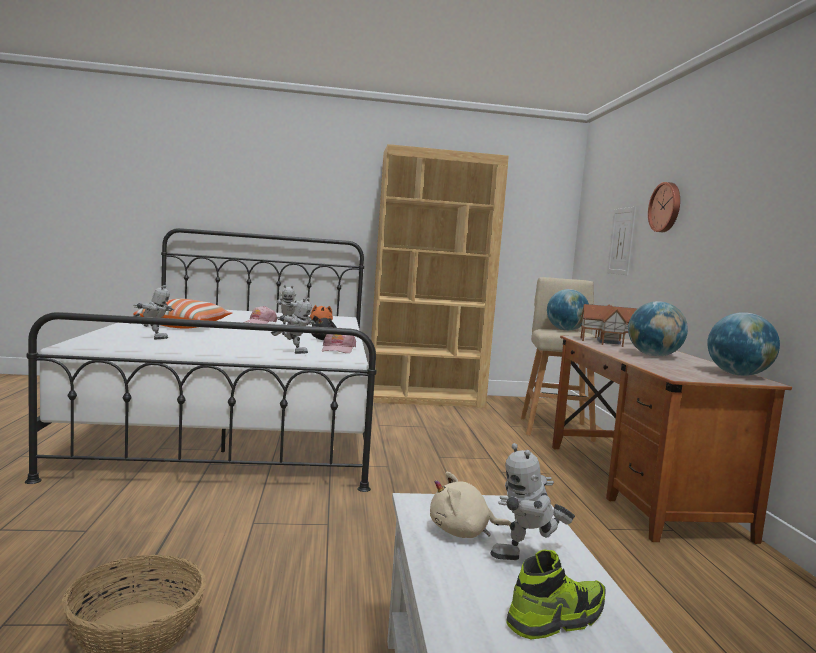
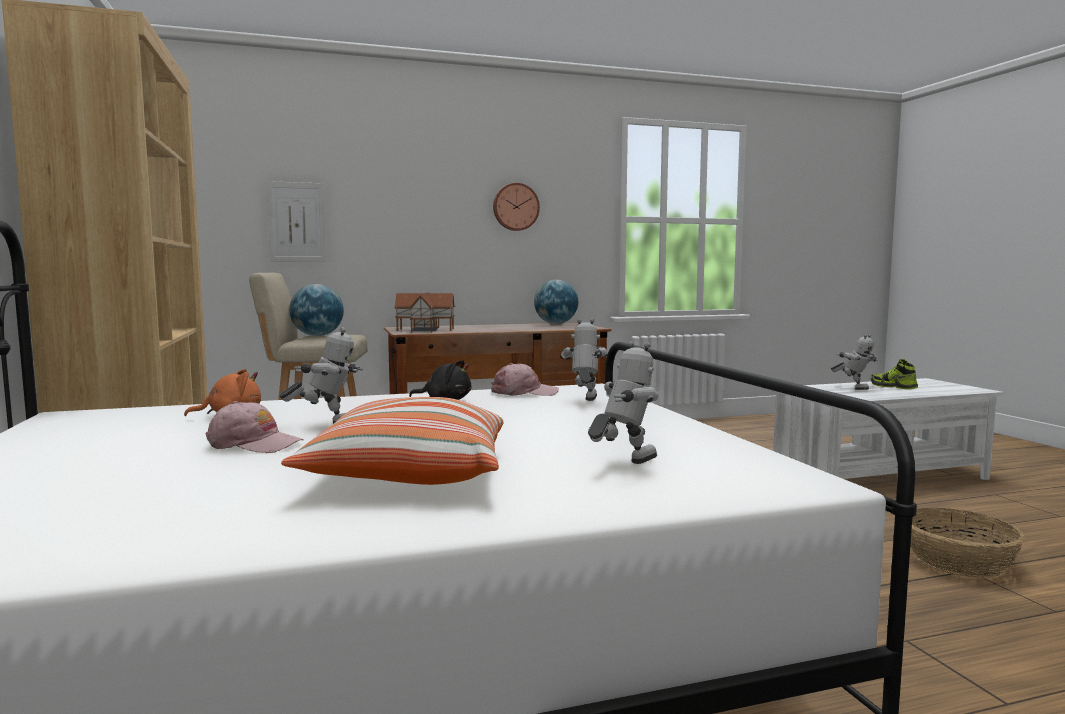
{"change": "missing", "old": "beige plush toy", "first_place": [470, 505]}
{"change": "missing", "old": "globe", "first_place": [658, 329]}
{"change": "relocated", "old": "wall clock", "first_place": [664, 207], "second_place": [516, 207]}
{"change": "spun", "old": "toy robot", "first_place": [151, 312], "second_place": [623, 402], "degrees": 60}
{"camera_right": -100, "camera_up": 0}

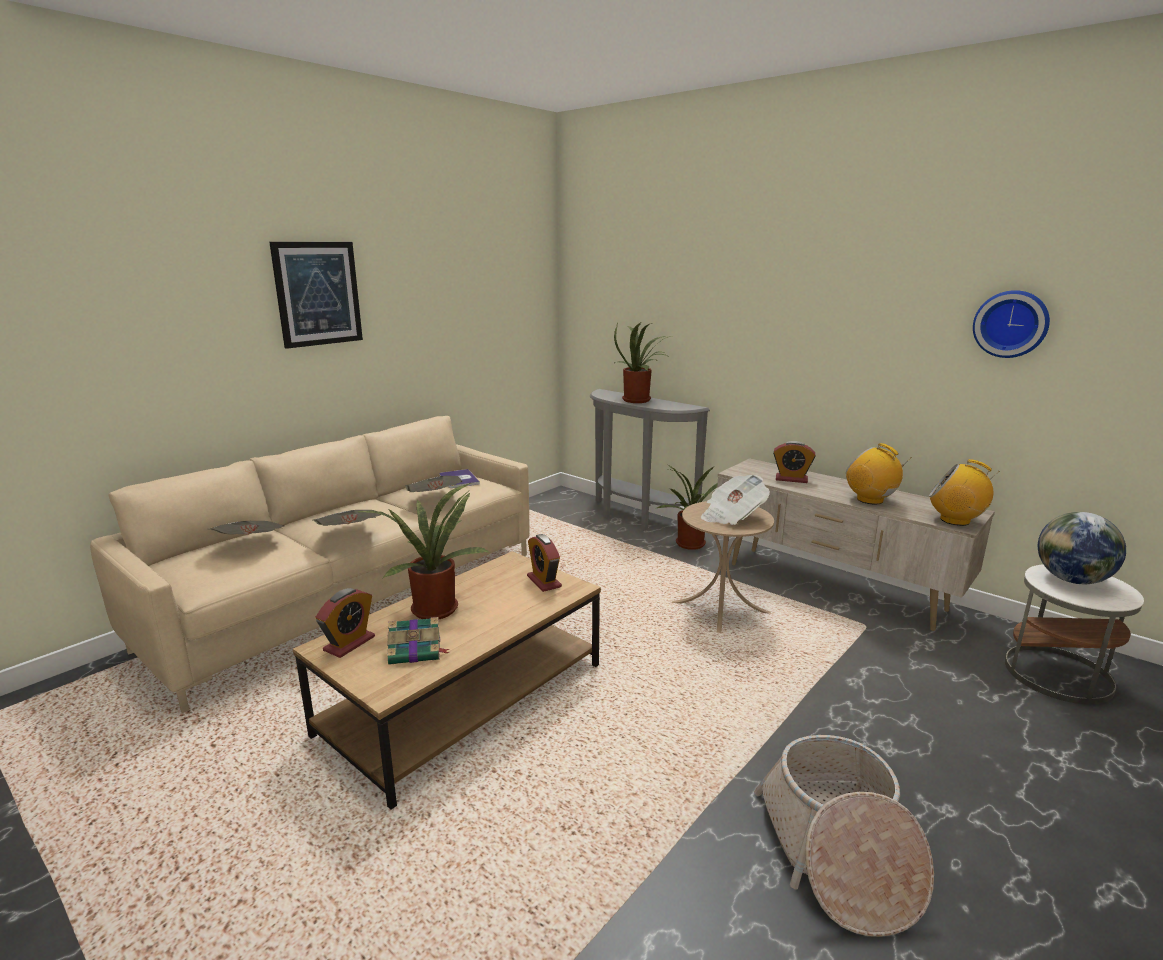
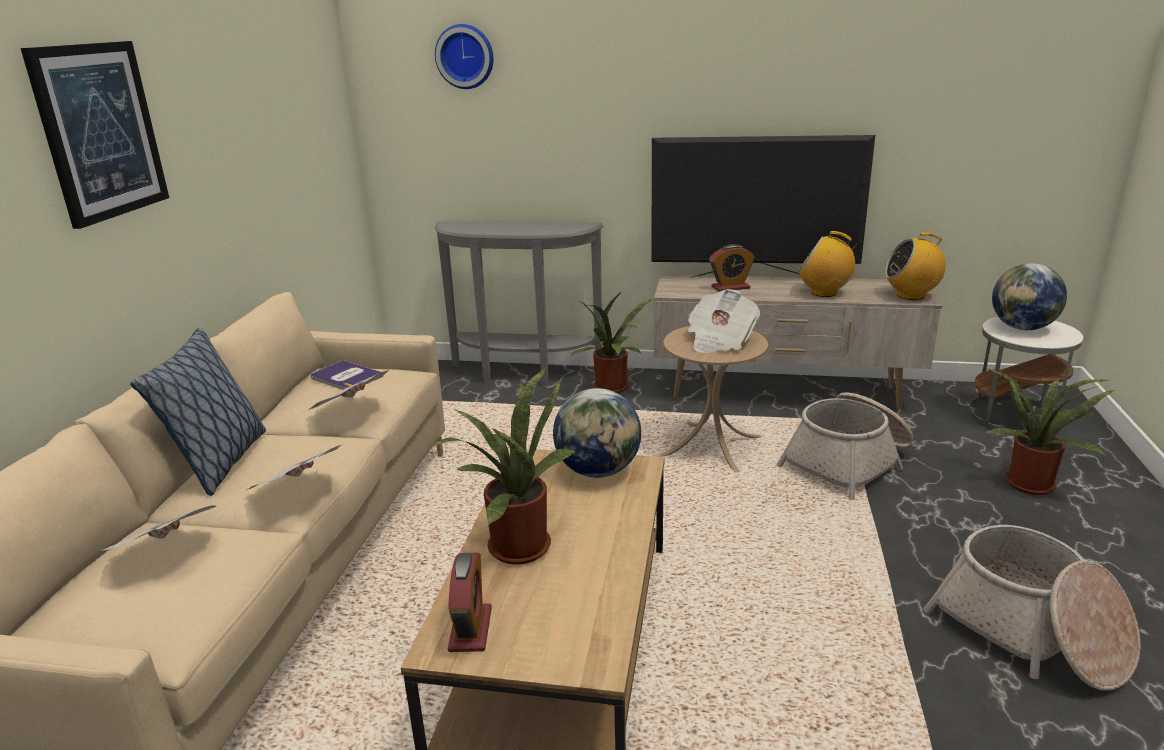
{"change": "missing", "old": "book", "first_place": [418, 641]}
{"change": "appeared", "new": "pillow", "second_place": [198, 412]}
{"change": "appeared", "new": "television", "second_place": [763, 206]}
{"change": "appeared", "new": "basket", "second_place": [845, 446]}
{"change": "relocated", "old": "potted plant", "first_place": [642, 362], "second_place": [1050, 431]}
{"change": "relocated", "old": "wall clock", "first_place": [1011, 324], "second_place": [464, 56]}
{"change": "exchanged", "old": "alarm clock", "new": "globe", "first_place": [544, 563], "second_place": [597, 433]}
{"camera_right": -30, "camera_up": 5}

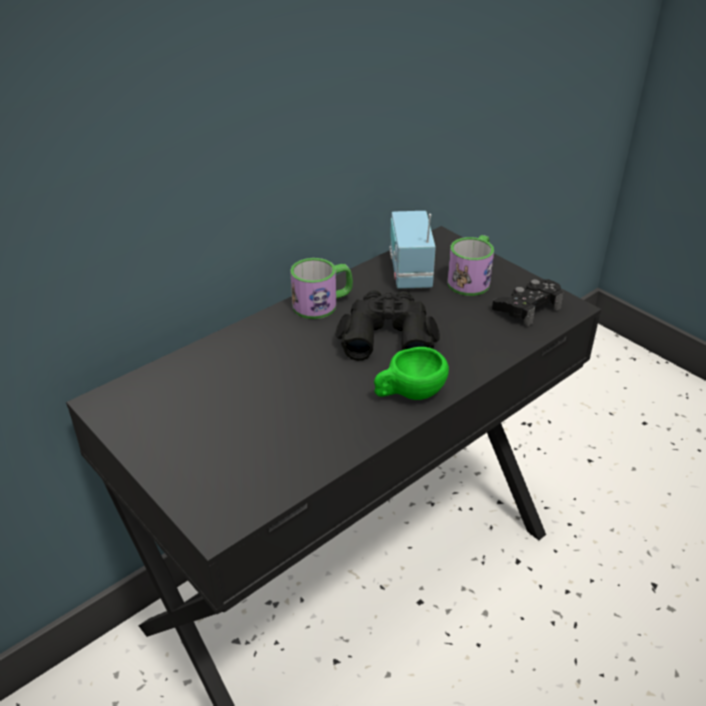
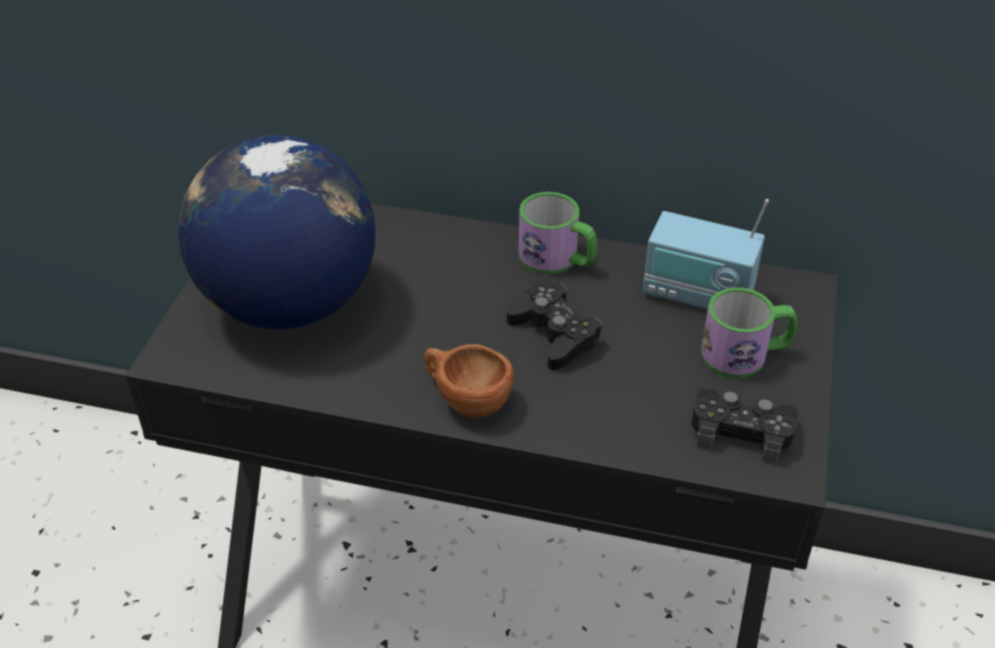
{"change": "appeared", "new": "globe", "second_place": [276, 232]}
{"change": "exchanged", "old": "black binoculars", "new": "black game controller", "first_place": [388, 325], "second_place": [554, 326]}
{"change": "colour", "old": "green cup", "new": "brown cup", "first_place": [411, 373], "second_place": [469, 381]}
{"change": "spun", "old": "radio", "first_place": [412, 250], "second_place": [706, 254], "degrees": -120}
{"camera_right": 55, "camera_up": 5}

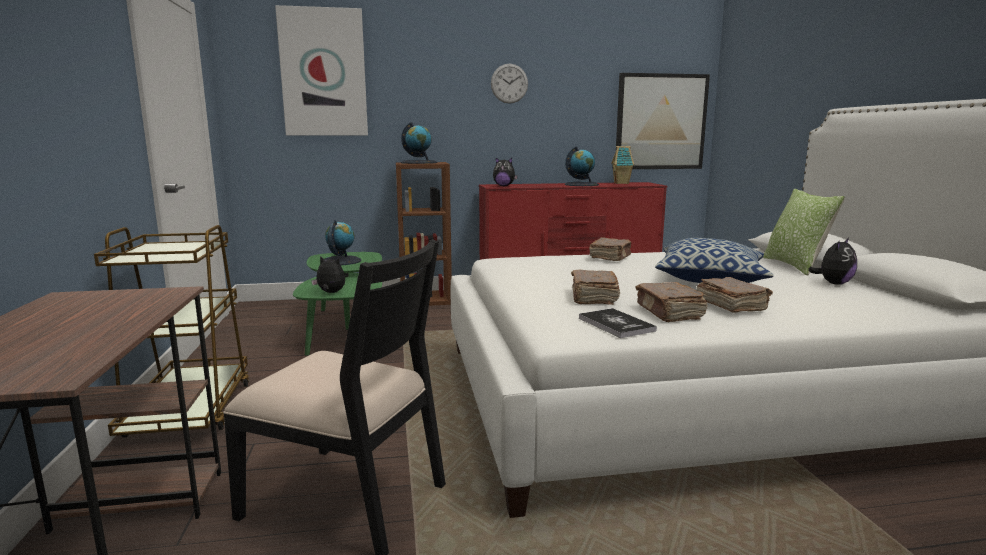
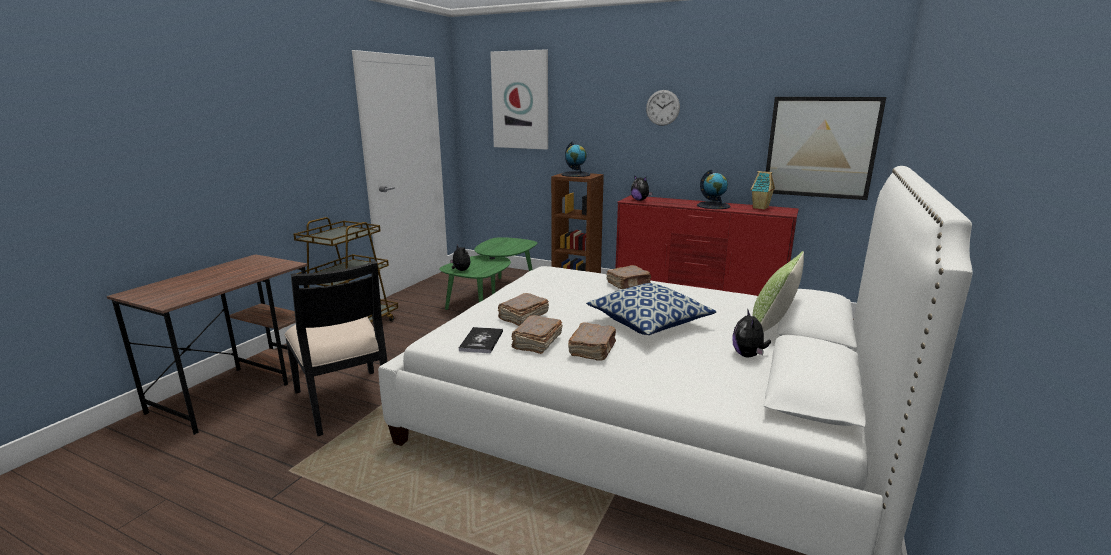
{"change": "missing", "old": "globe", "first_place": [342, 242]}
{"change": "spun", "old": "plush toy", "first_place": [832, 261], "second_place": [751, 333], "degrees": 105}
{"camera_right": 35, "camera_up": 5}

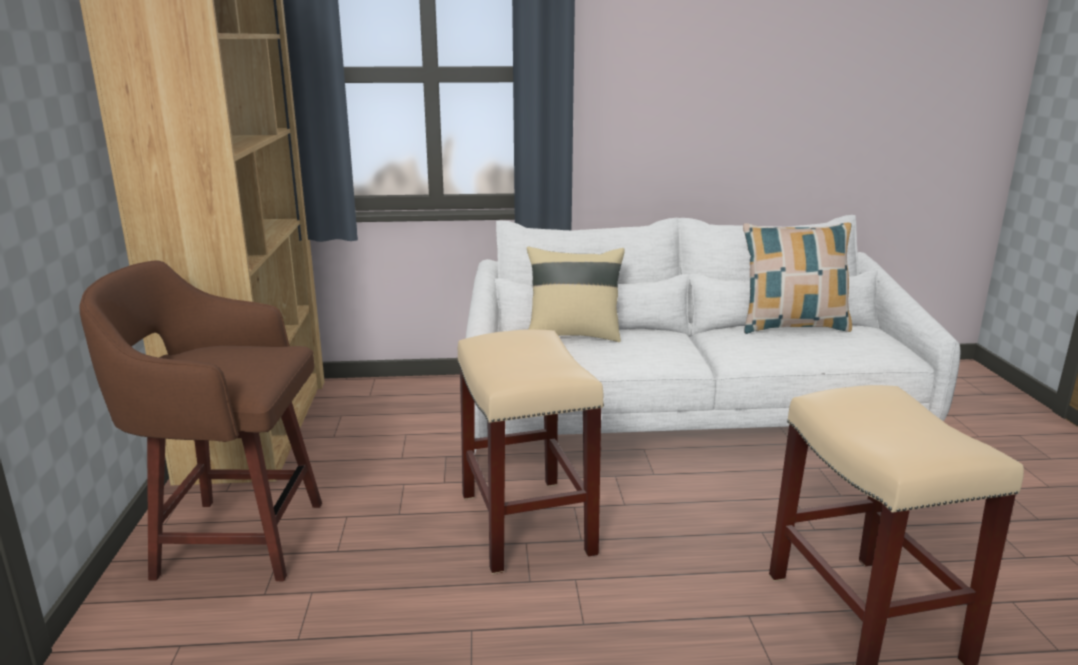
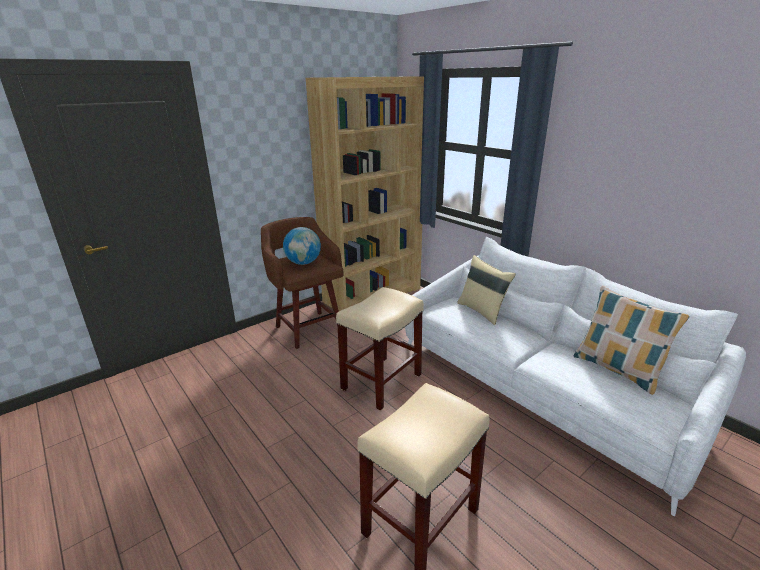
{"change": "appeared", "new": "globe", "second_place": [302, 246]}
{"camera_right": 55, "camera_up": 5}

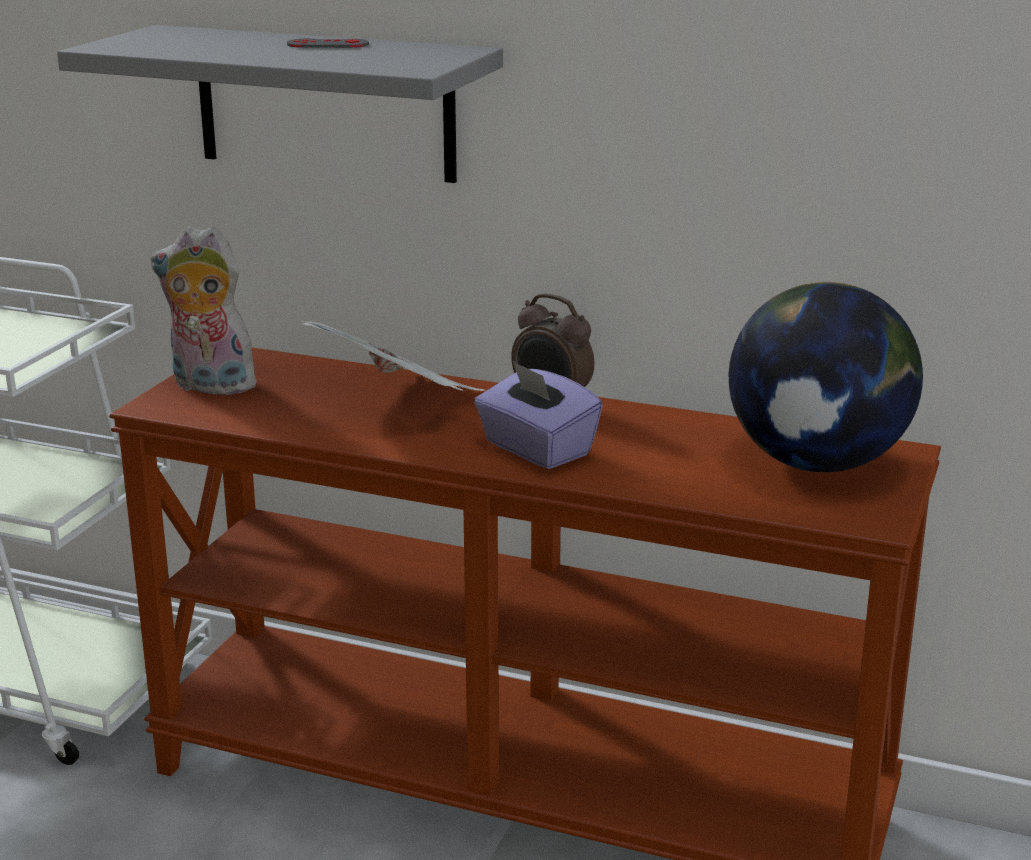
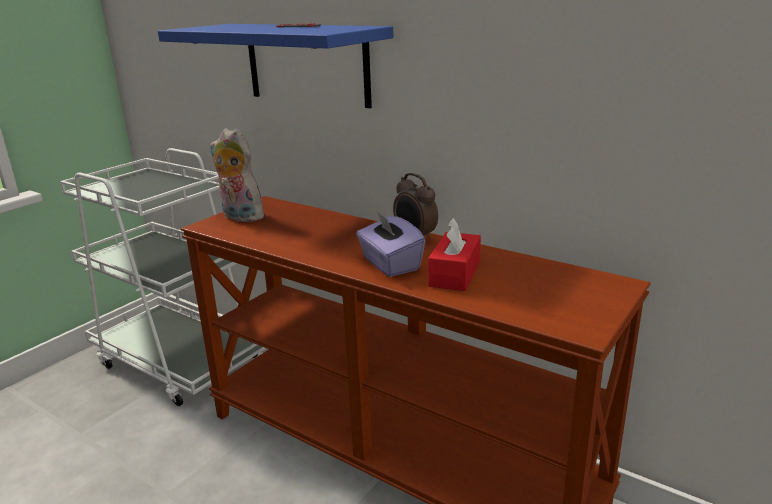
{"change": "missing", "old": "newspaper", "first_place": [391, 356]}
{"change": "missing", "old": "globe", "first_place": [826, 377]}
{"change": "appeared", "new": "red tissue box", "second_place": [454, 254]}
{"change": "colour", "old": "grey shelf", "new": "blue shelf", "first_place": [280, 104], "second_place": [275, 66]}
{"camera_right": 15, "camera_up": 0}

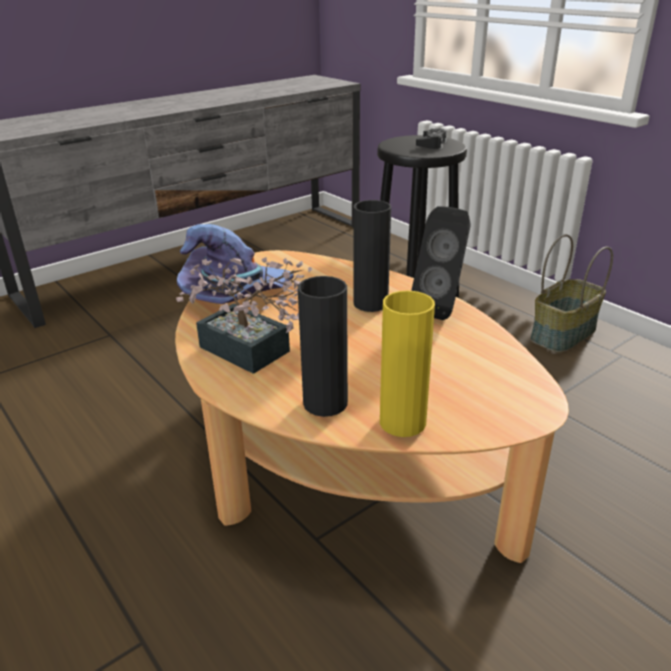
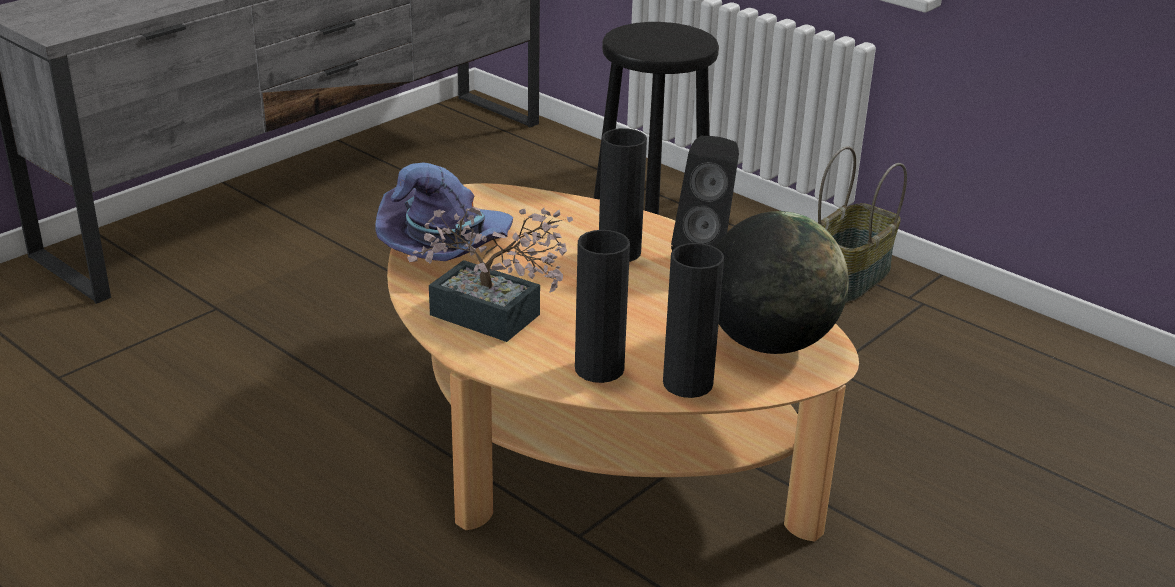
{"change": "missing", "old": "black game controller", "first_place": [431, 138]}
{"change": "appeared", "new": "globe", "second_place": [782, 282]}
{"change": "colour", "old": "yellow vase", "new": "black vase", "first_place": [407, 364], "second_place": [693, 320]}
{"camera_right": -10, "camera_up": 0}

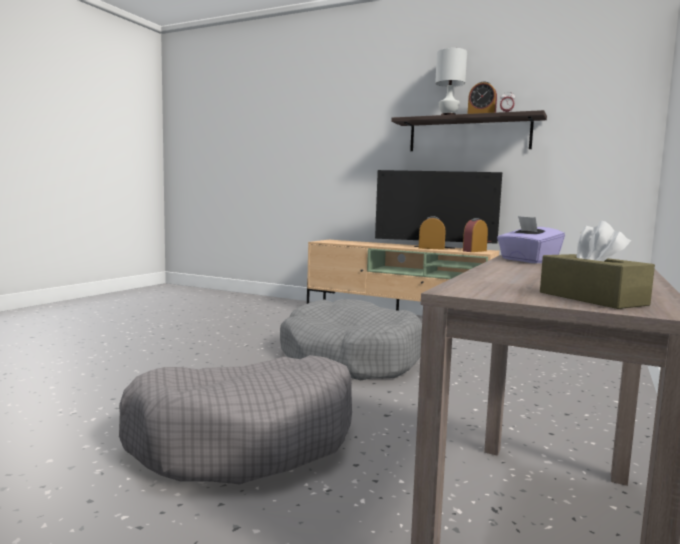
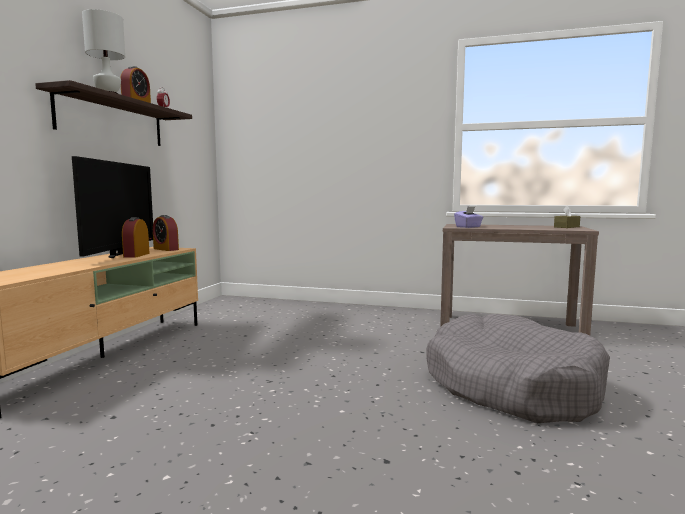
{"change": "missing", "old": "grey dog bed", "first_place": [351, 340]}
{"camera_right": -100, "camera_up": 0}

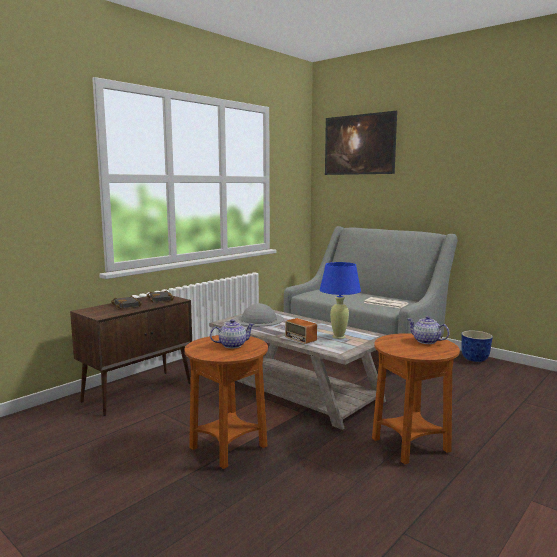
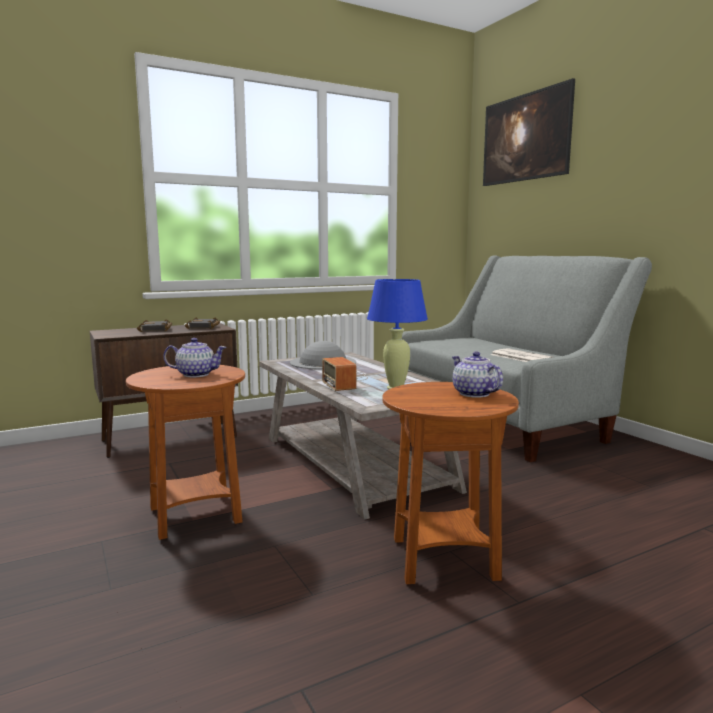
{"change": "missing", "old": "planter", "first_place": [477, 346]}
{"camera_right": 20, "camera_up": 0}

